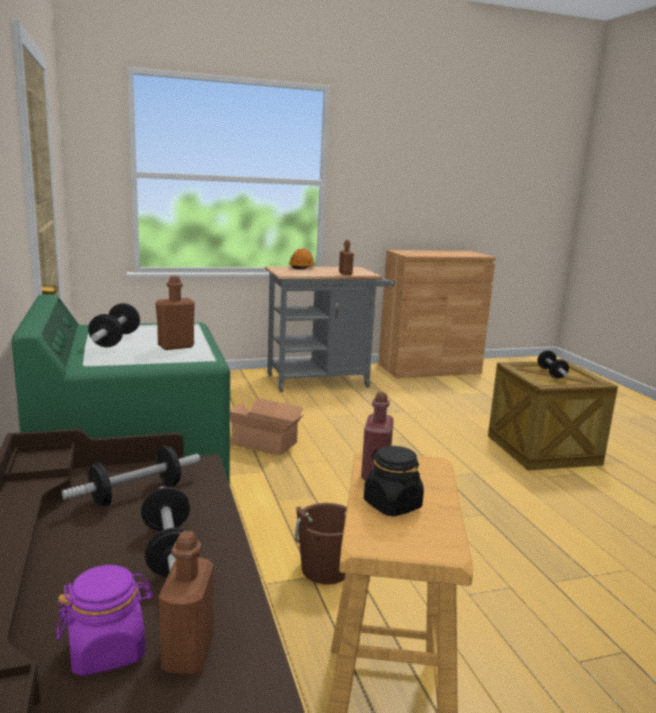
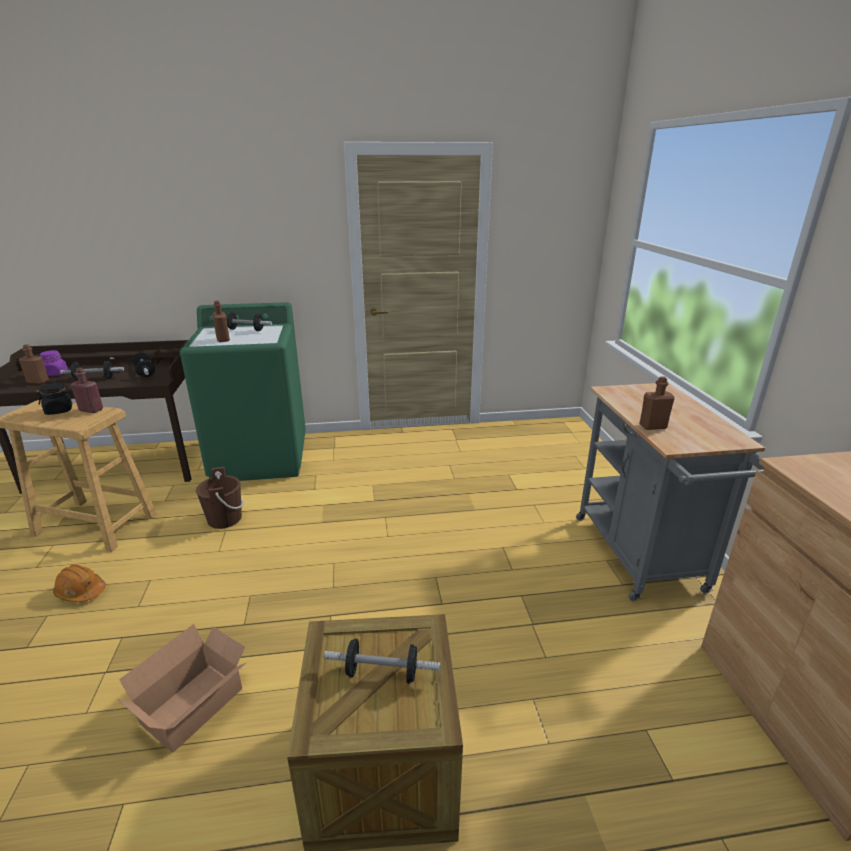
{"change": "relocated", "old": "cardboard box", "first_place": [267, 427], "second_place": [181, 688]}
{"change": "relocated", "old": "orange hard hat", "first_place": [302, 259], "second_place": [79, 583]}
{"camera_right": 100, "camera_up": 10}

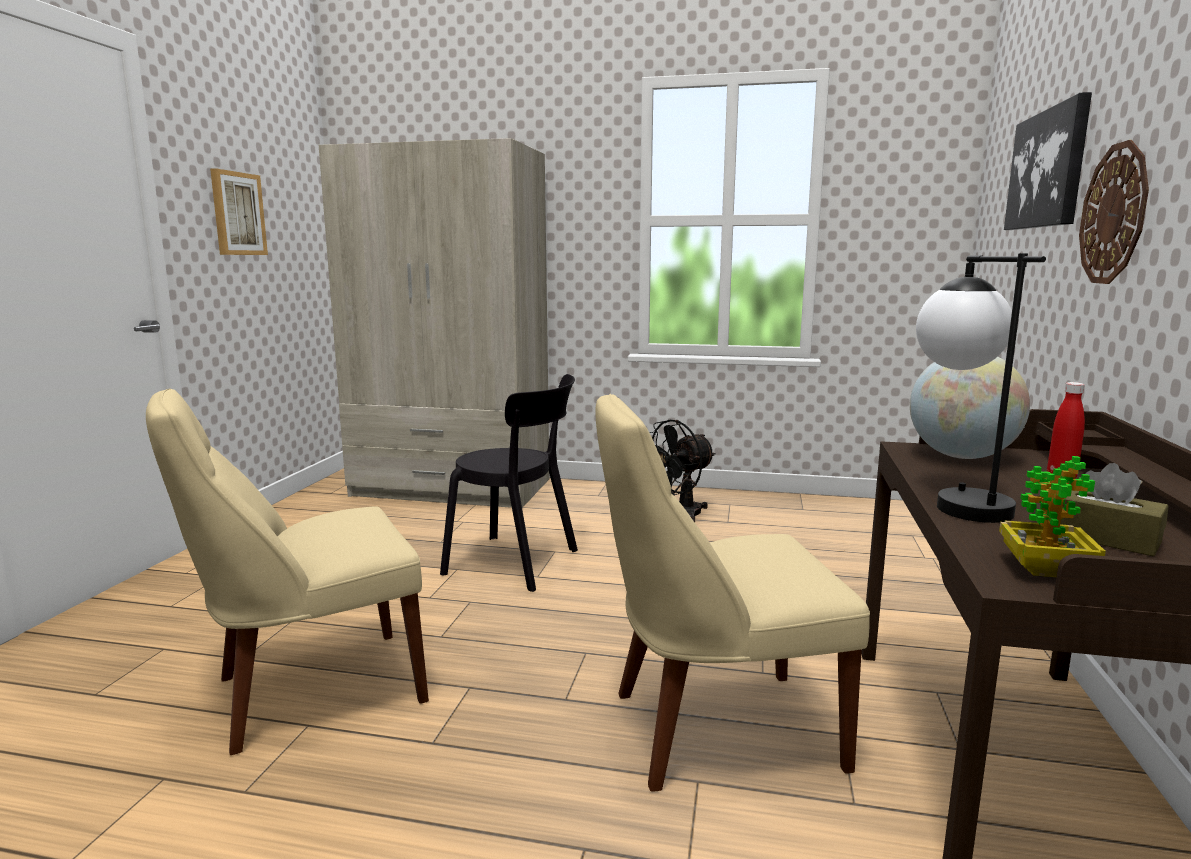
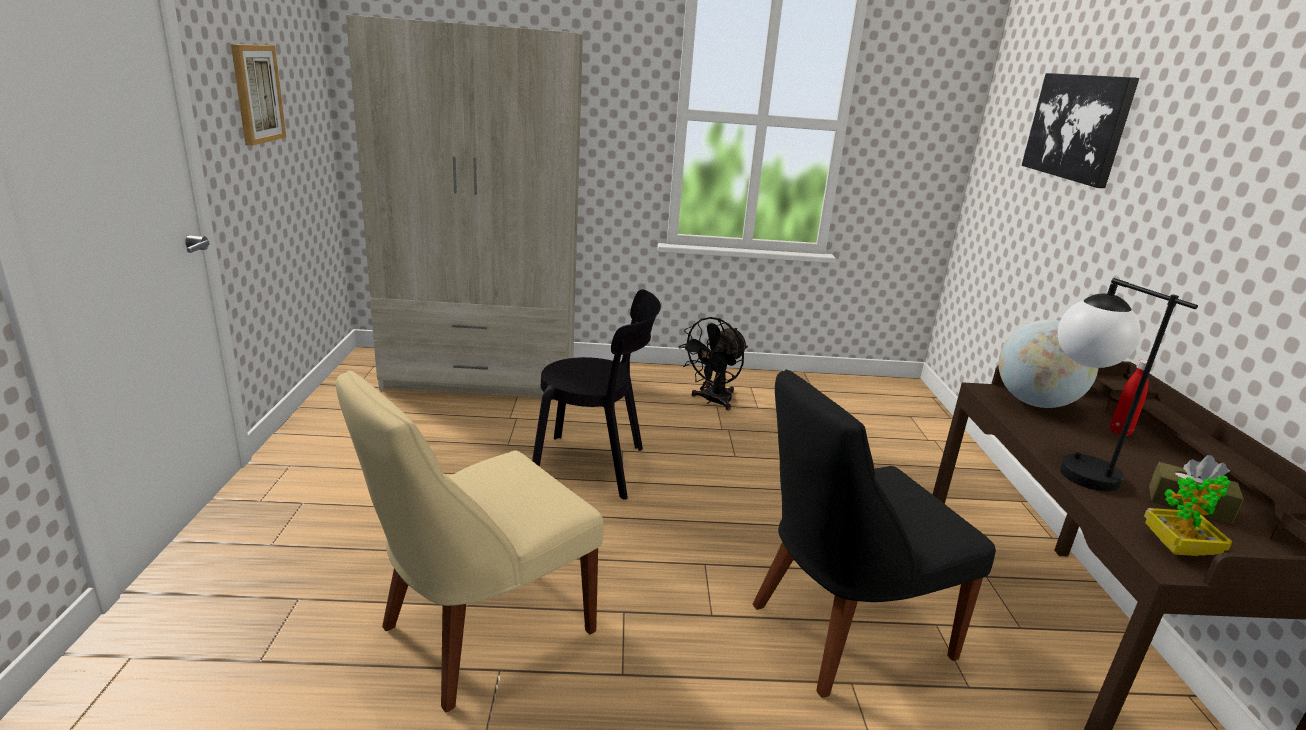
{"change": "missing", "old": "wall clock", "first_place": [1114, 212]}
{"change": "colour", "old": "beige chair", "new": "black chair", "first_place": [732, 593], "second_place": [874, 534]}
{"camera_right": -15, "camera_up": 10}

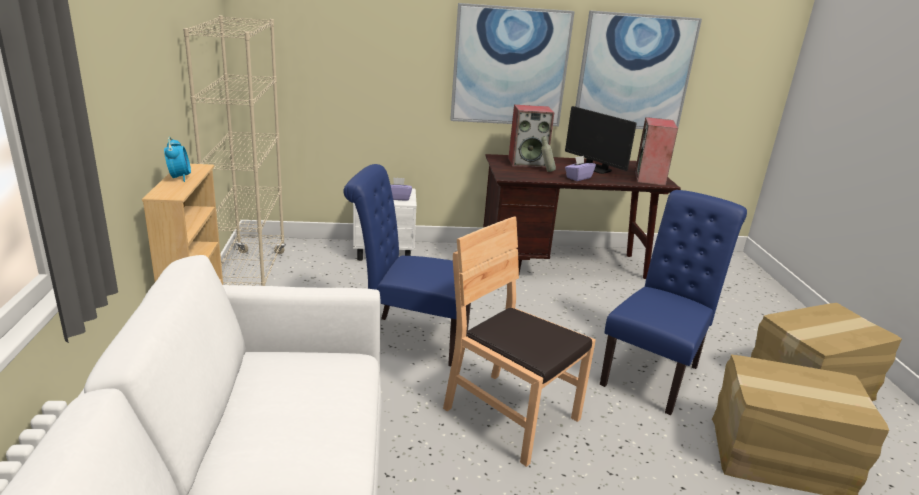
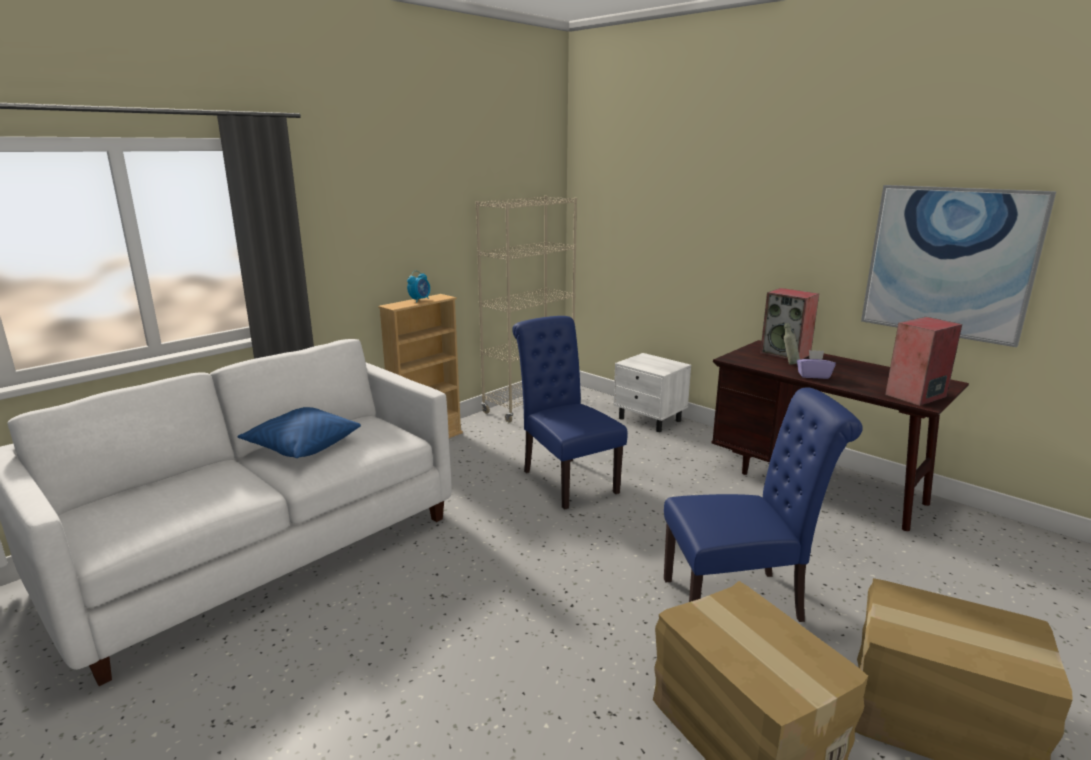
{"change": "missing", "old": "purple tissue box", "first_place": [401, 188]}
{"change": "missing", "old": "brown chair", "first_place": [519, 341]}
{"change": "missing", "old": "picture", "first_place": [512, 64]}
{"change": "missing", "old": "monitor", "first_place": [601, 140]}
{"change": "appeared", "new": "blue pillow", "second_place": [299, 432]}
{"camera_right": 50, "camera_up": -5}

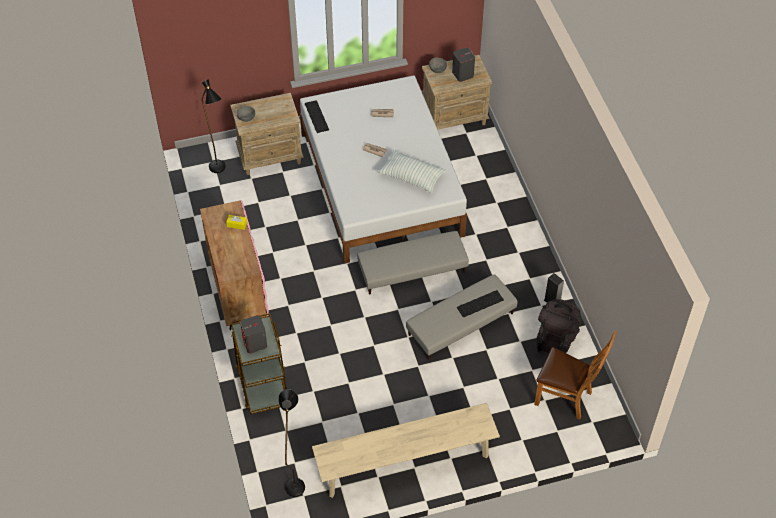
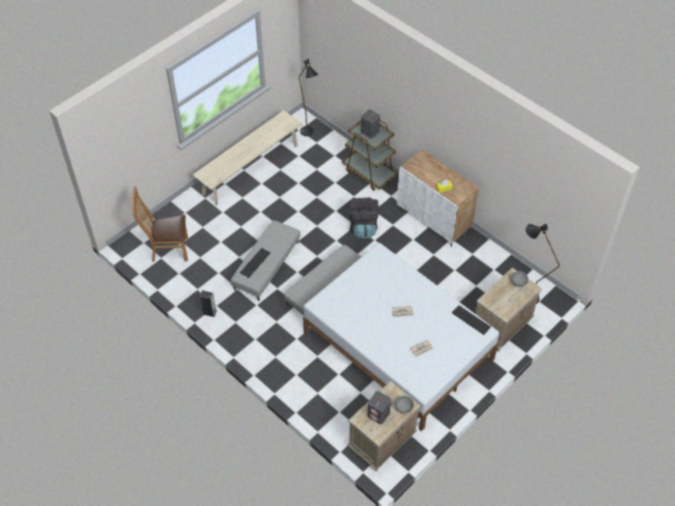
{"change": "missing", "old": "pillow", "first_place": [412, 171]}
{"change": "relocated", "old": "black backpack", "first_place": [559, 326], "second_place": [363, 217]}
{"change": "colour", "old": "pink cabinet", "new": "white cabinet", "first_place": [234, 265], "second_place": [438, 198]}
{"camera_right": 150, "camera_up": 0}

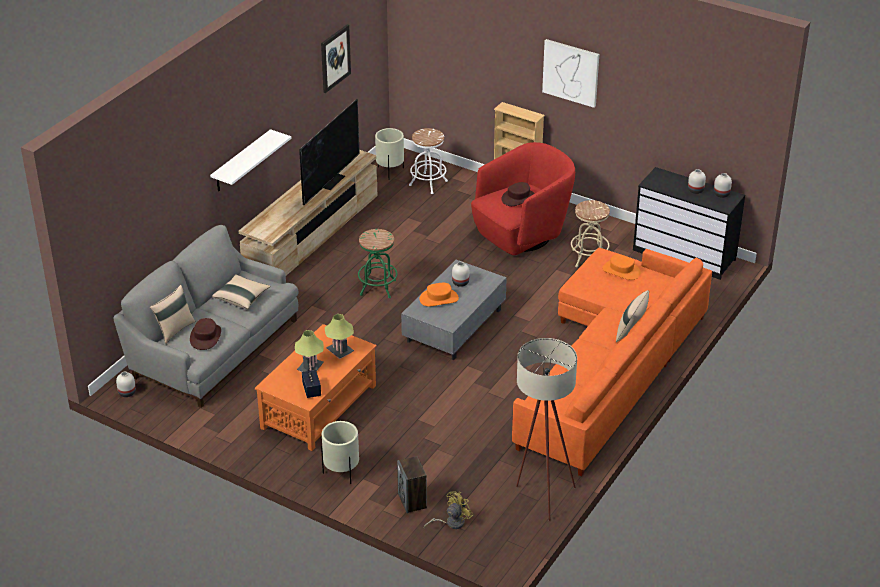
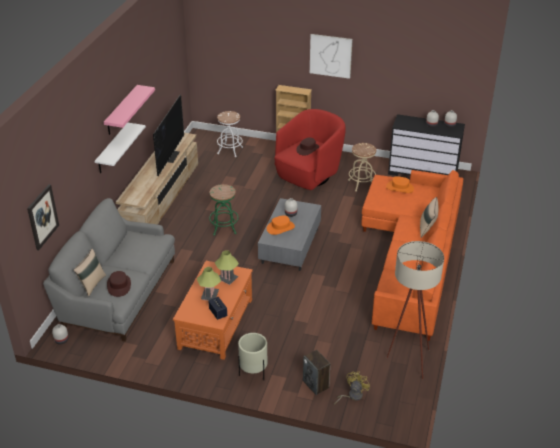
{"change": "missing", "old": "beige pillow", "first_place": [241, 291]}
{"change": "missing", "old": "beige planter", "first_place": [389, 150]}
{"change": "appeared", "new": "pink shelf", "second_place": [129, 110]}
{"change": "relocated", "old": "picture", "first_place": [336, 58], "second_place": [43, 217]}
{"camera_right": -15, "camera_up": 0}

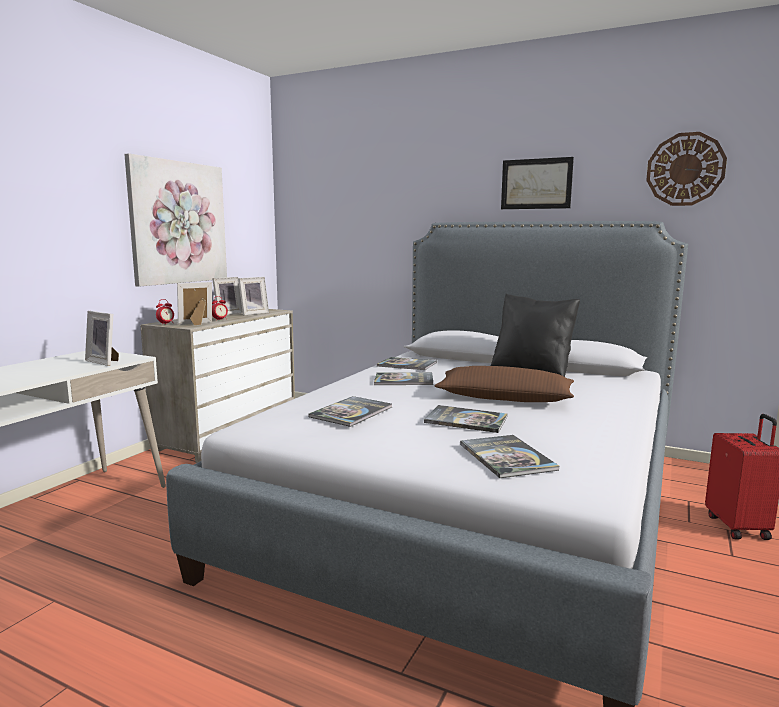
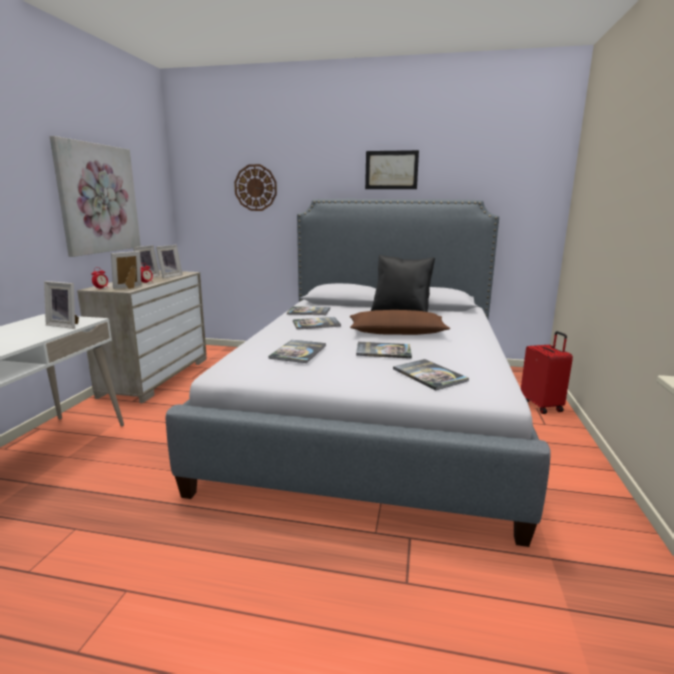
{"change": "relocated", "old": "wall clock", "first_place": [686, 169], "second_place": [255, 187]}
{"camera_right": -15, "camera_up": 5}

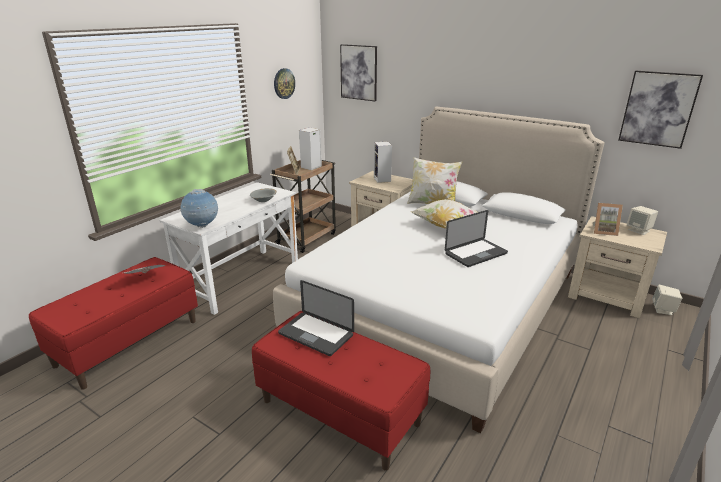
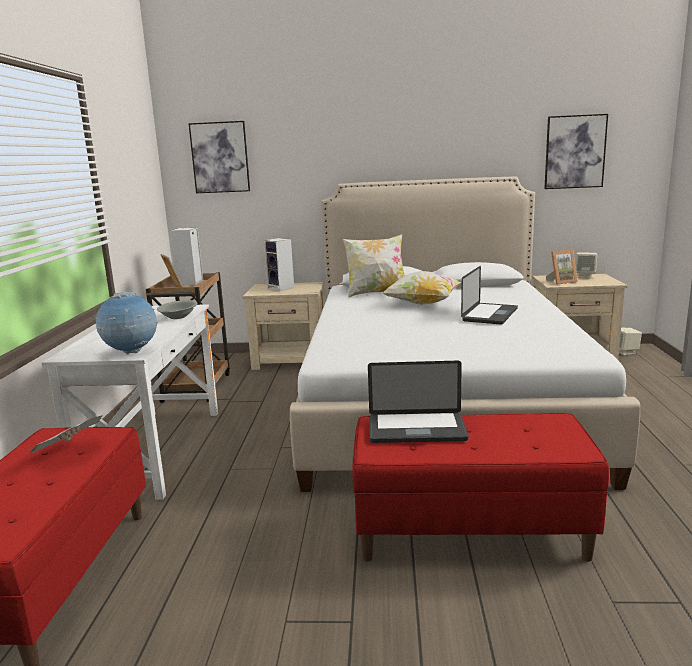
{"change": "missing", "old": "wall clock", "first_place": [284, 83]}
{"camera_right": -30, "camera_up": -10}

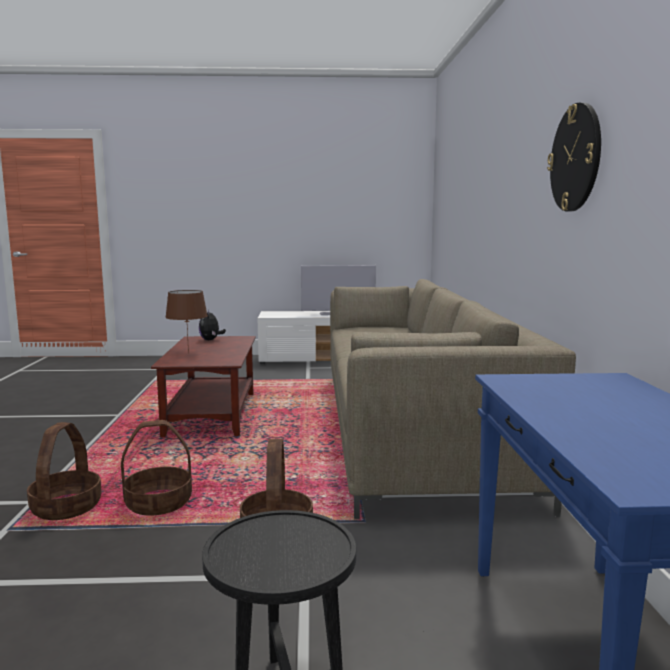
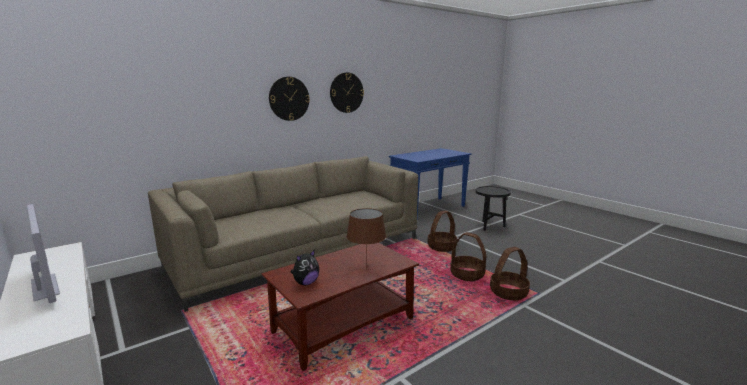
{"change": "appeared", "new": "wall clock", "second_place": [289, 99]}
{"camera_right": -125, "camera_up": 5}

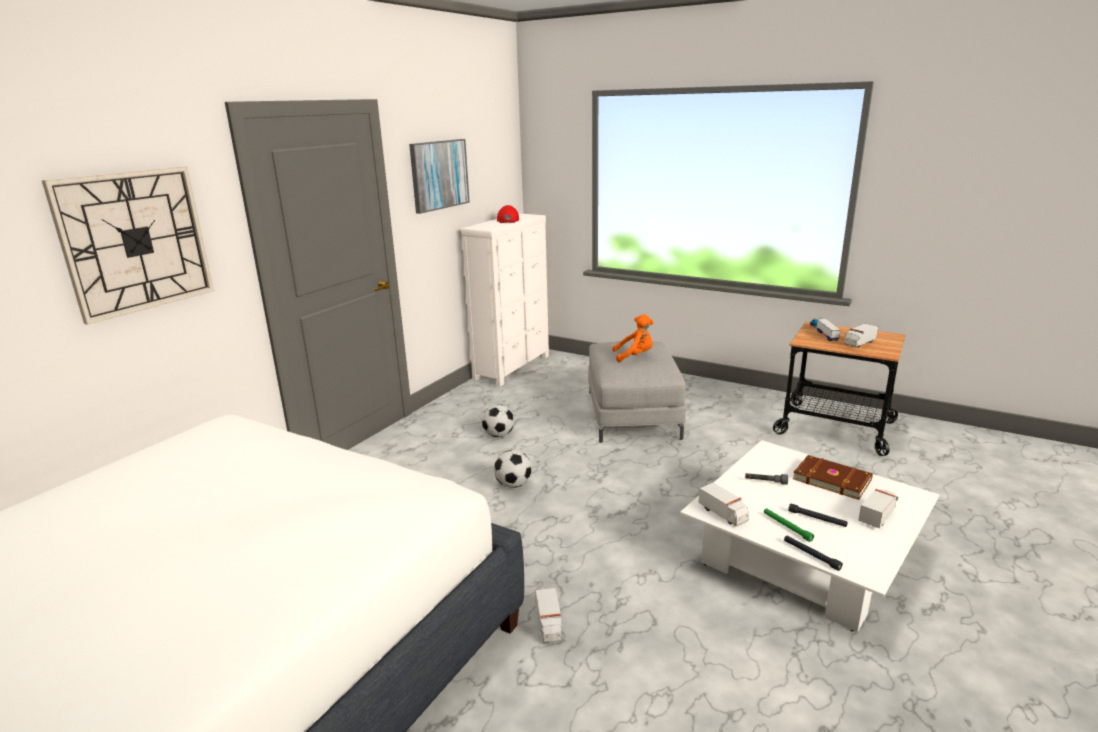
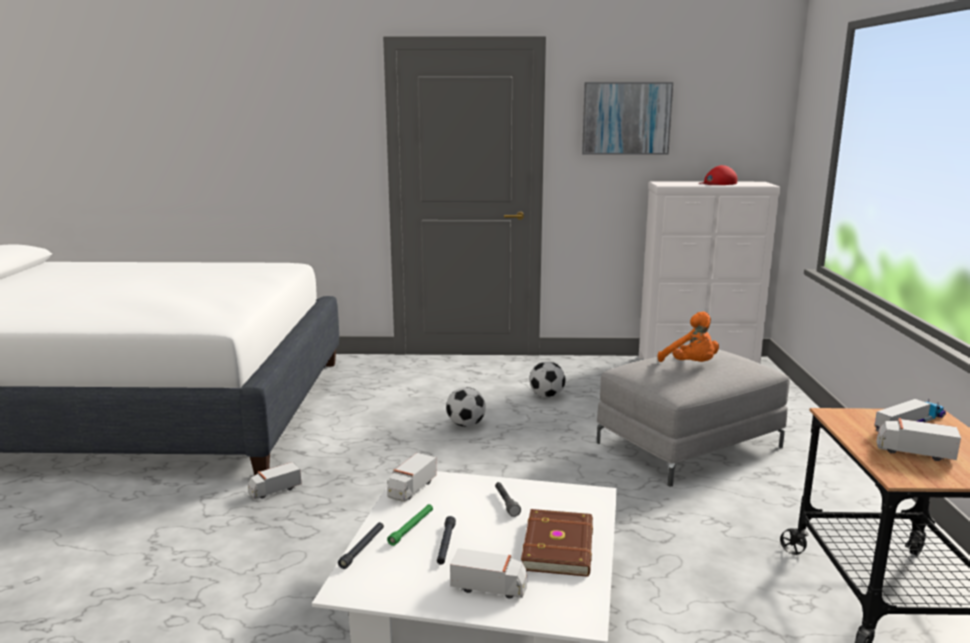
{"change": "missing", "old": "wall clock", "first_place": [128, 245]}
{"camera_right": 60, "camera_up": -5}

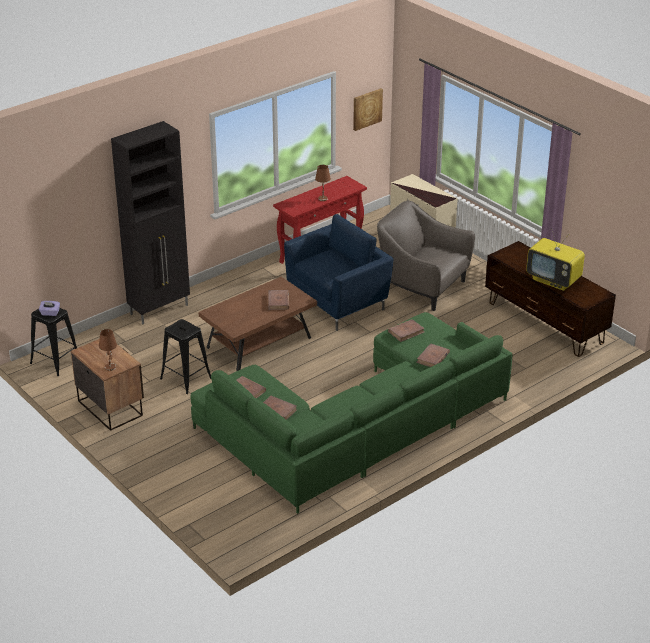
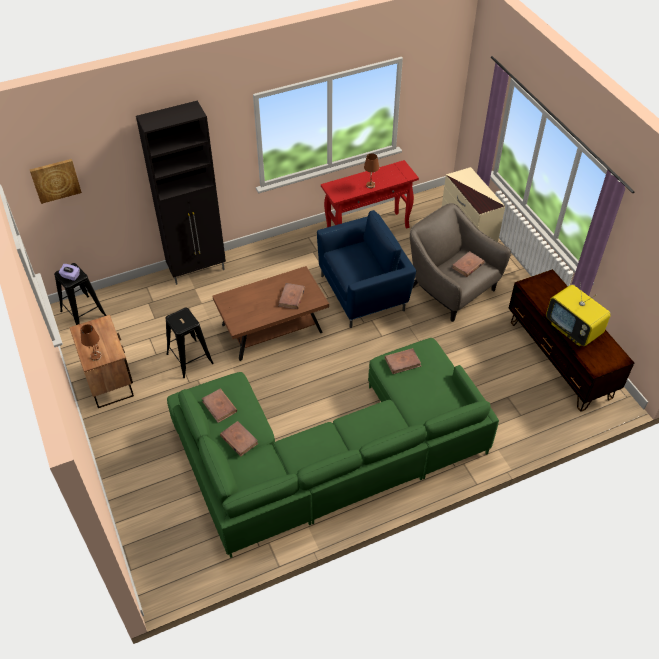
{"change": "relocated", "old": "picture", "first_place": [368, 109], "second_place": [56, 181]}
{"change": "relocated", "old": "brown book", "first_place": [433, 355], "second_place": [468, 264]}
{"camera_right": 15, "camera_up": 15}

